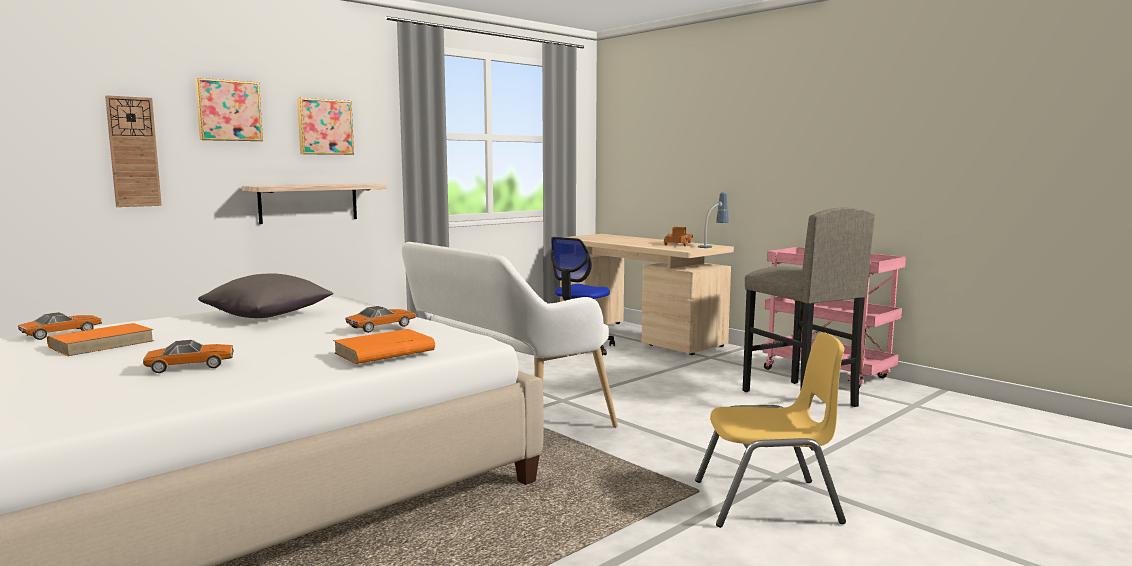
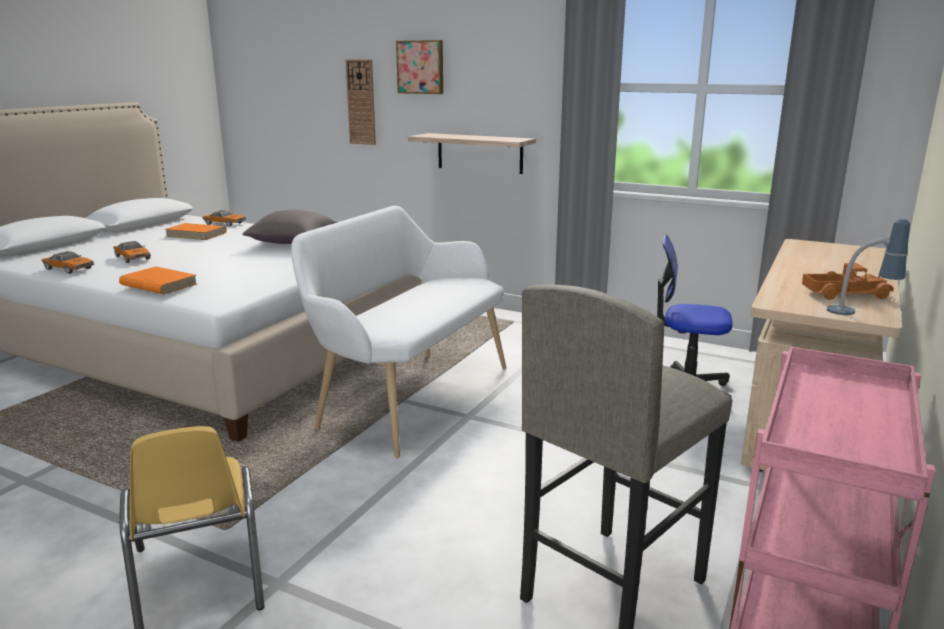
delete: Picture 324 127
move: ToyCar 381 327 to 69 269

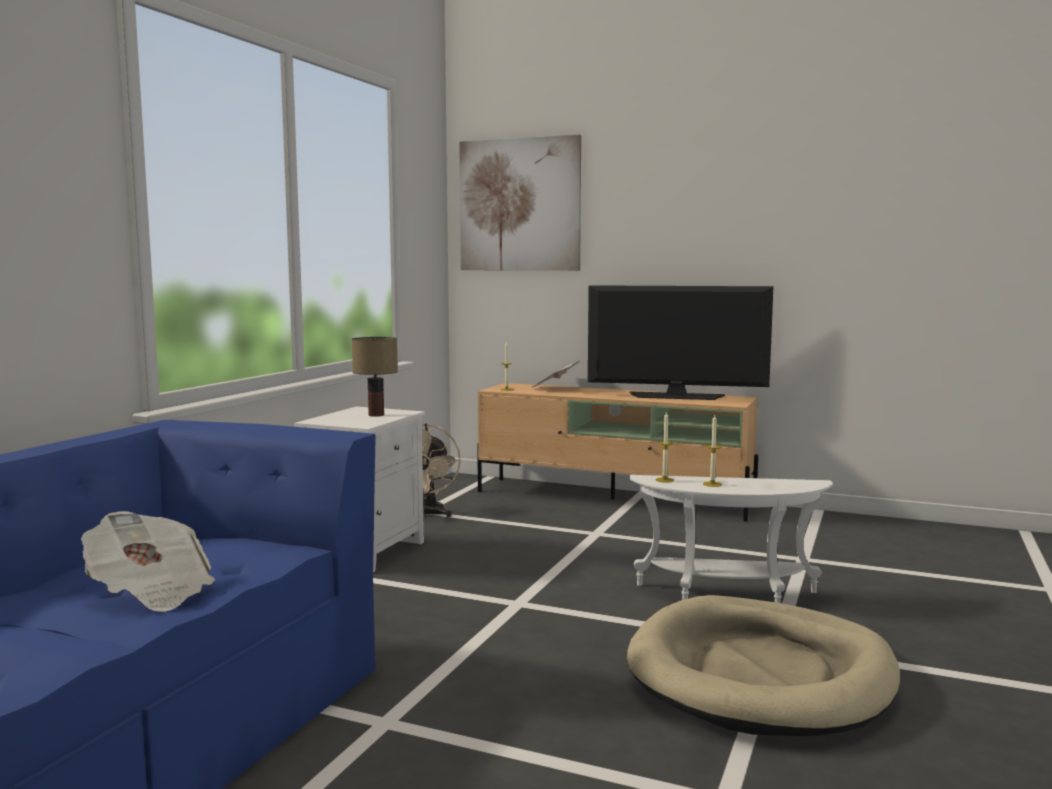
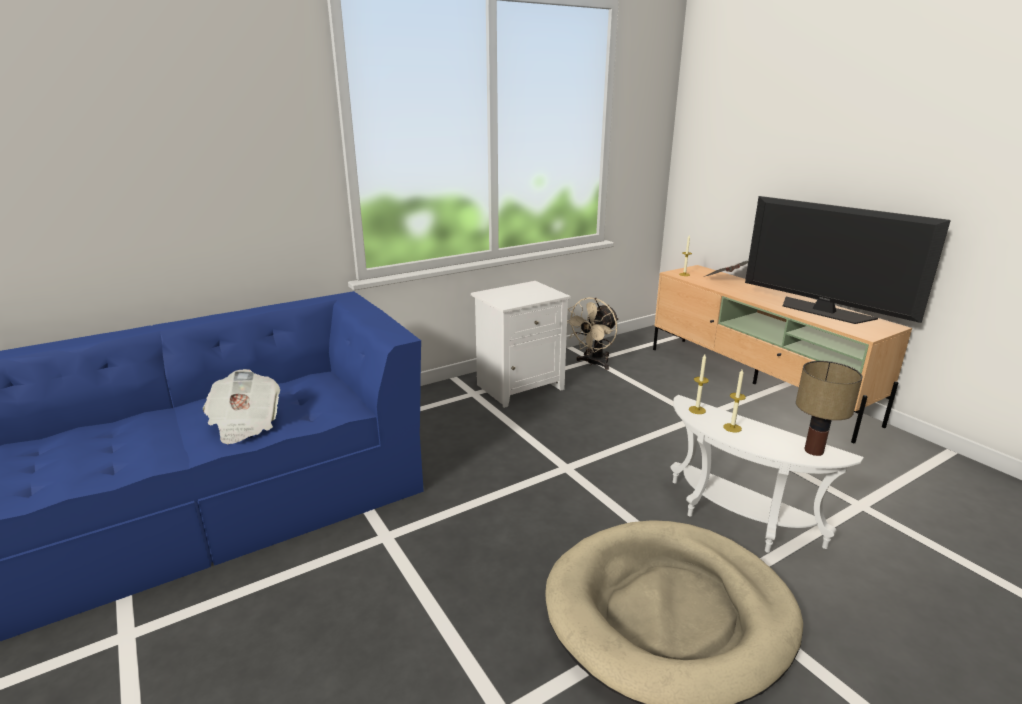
delete: Picture 519 205
move: TableLamp 376 415 to 813 450

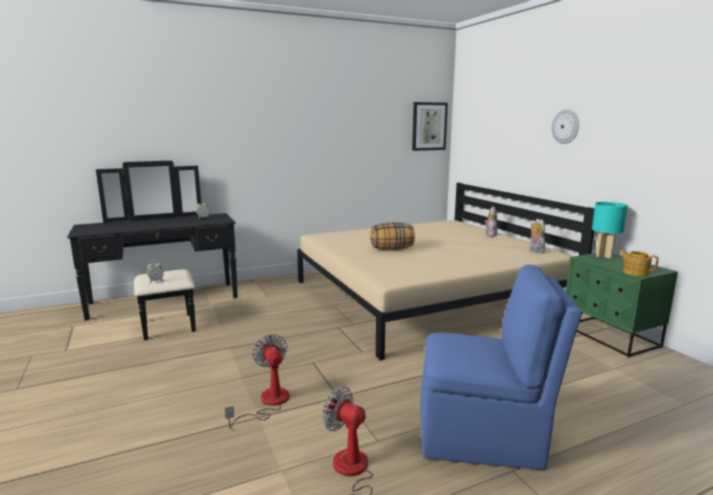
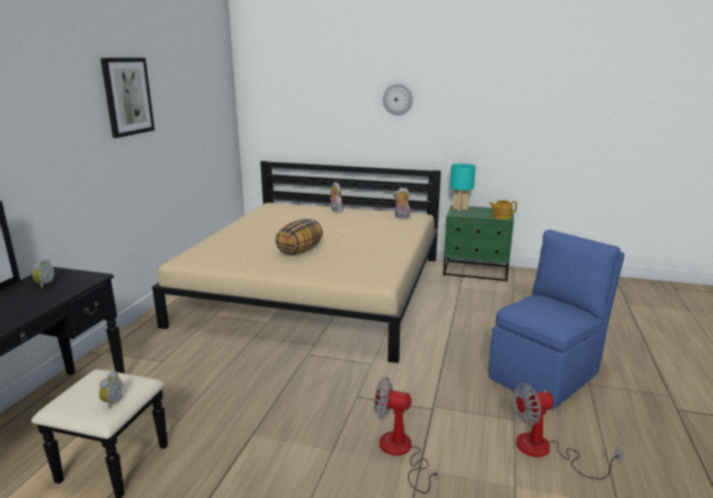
move: Picture 429 126 to 127 96

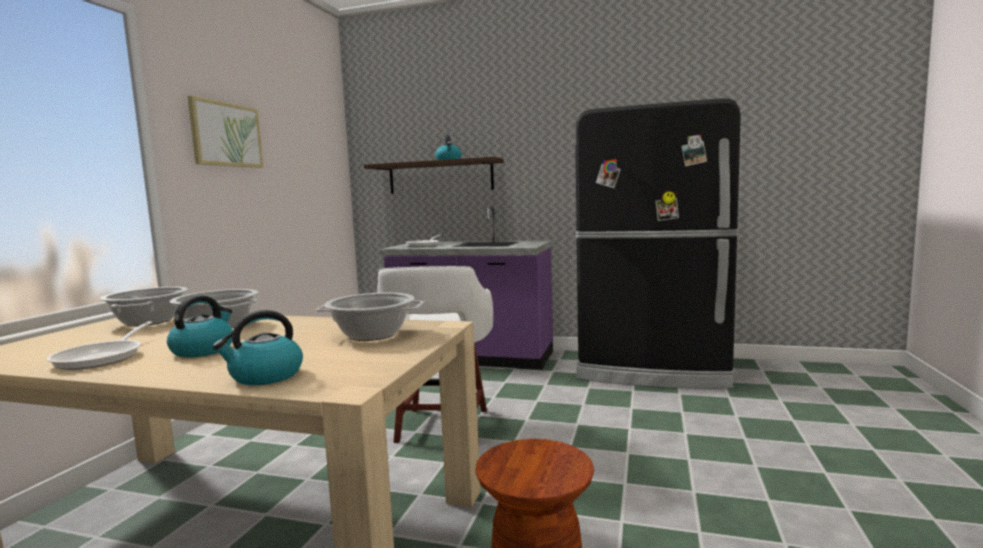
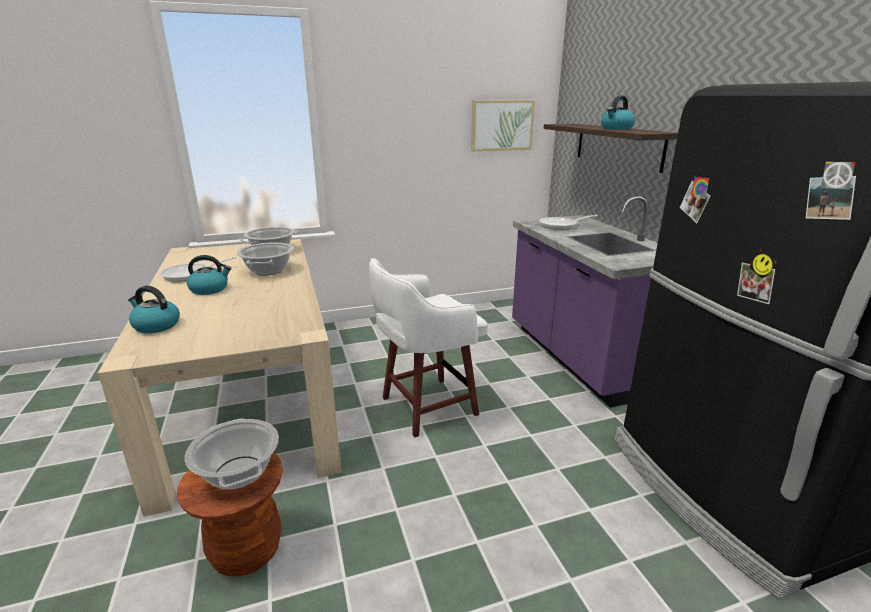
move: Picture 226 134 to 502 125; CookingPot 372 335 to 238 472

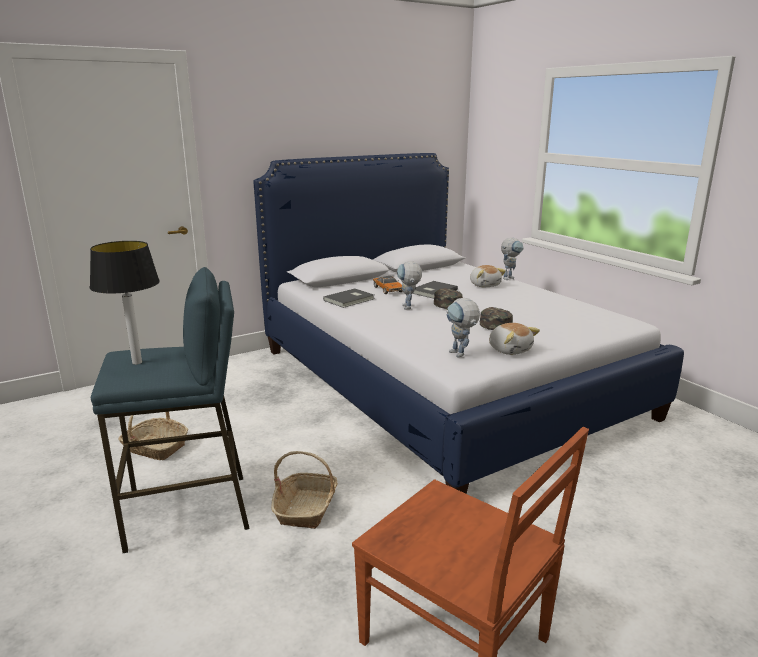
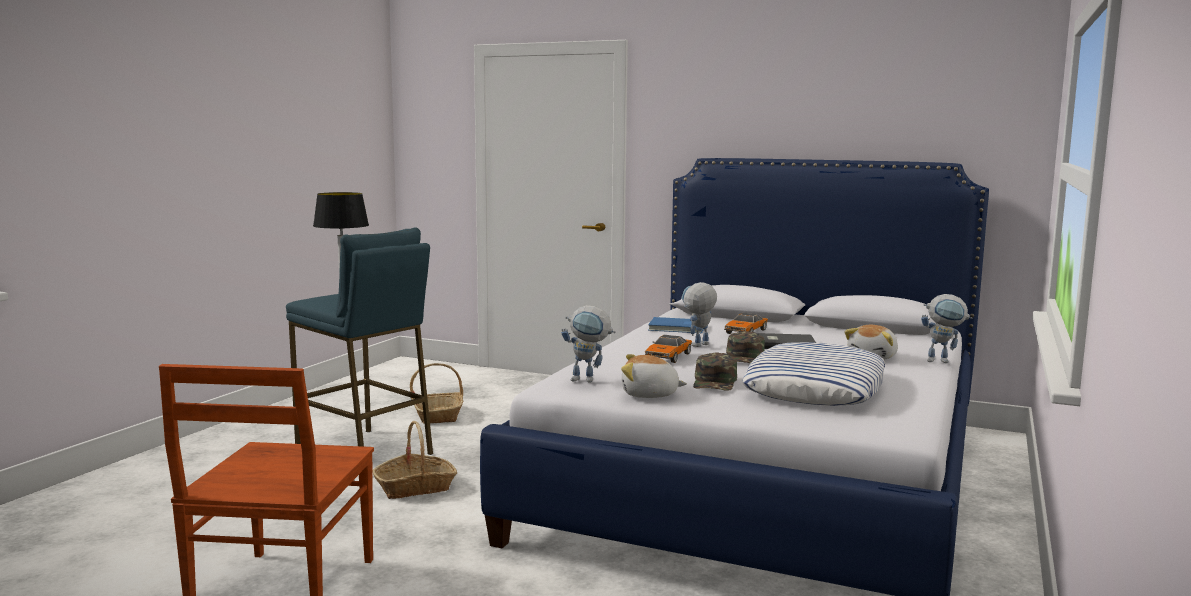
insert: ToyCar 668 357; Pillow 815 387
recolor: GreyBook 350 299 to BlueBook 678 328
rotate: ToyRobot 461 355 = 589 380 105 degrees counterclockwise; PlushToy 510 350 = 649 395 75 degrees clockwise

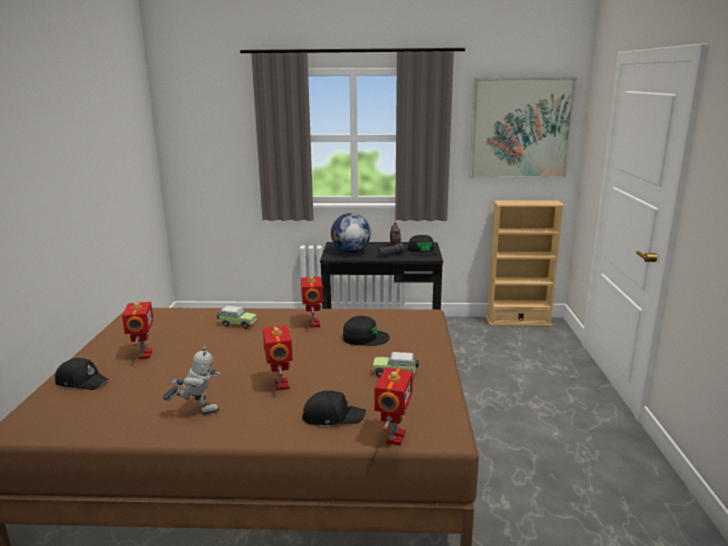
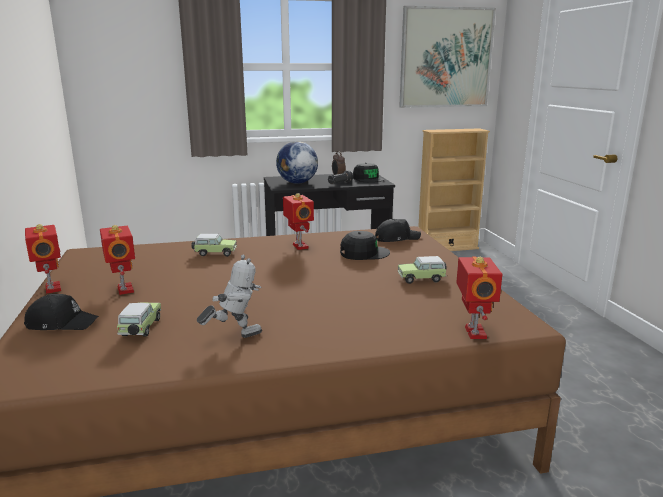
insert: ToyCar 140 329
move: ToyRobot 280 385 to 51 288; BlackCap 332 416 to 396 238

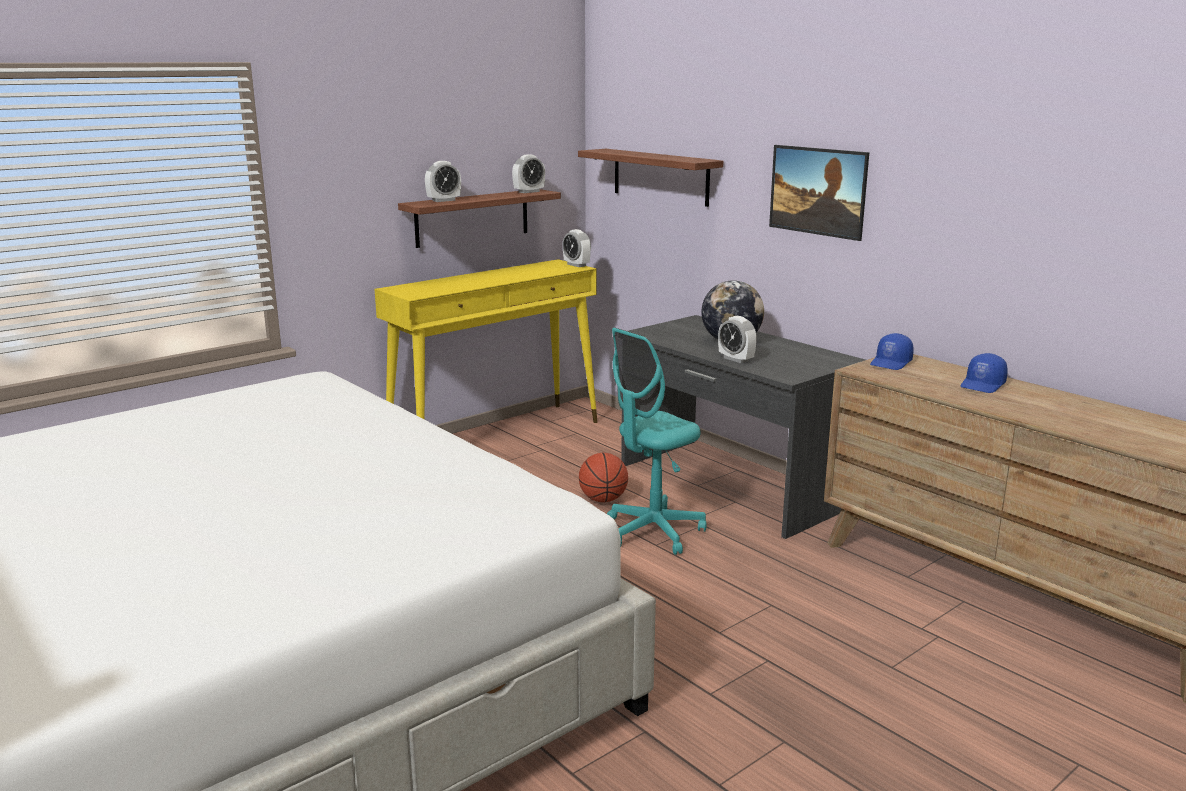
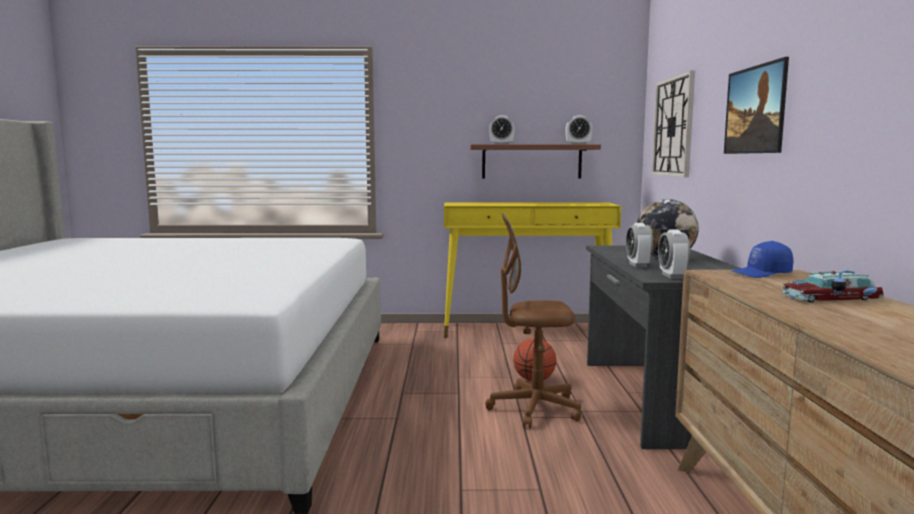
move: AlarmClock 576 265 to 672 276
replace: Shelf 660 176 to WallClock 673 127; BlueCap 983 385 to ToyCar 833 298
recolor: TurquoiseOfficeChair 653 532 to BrownOfficeChair 534 409

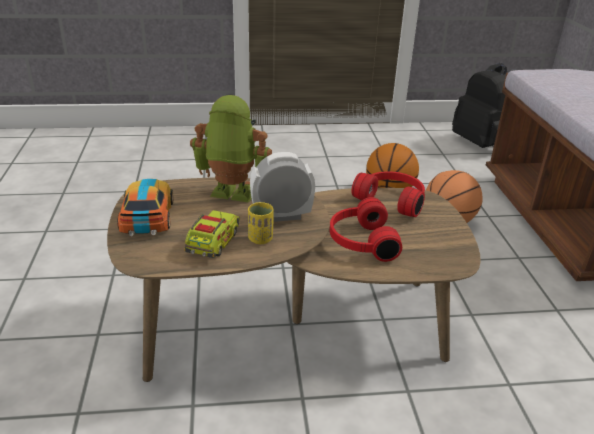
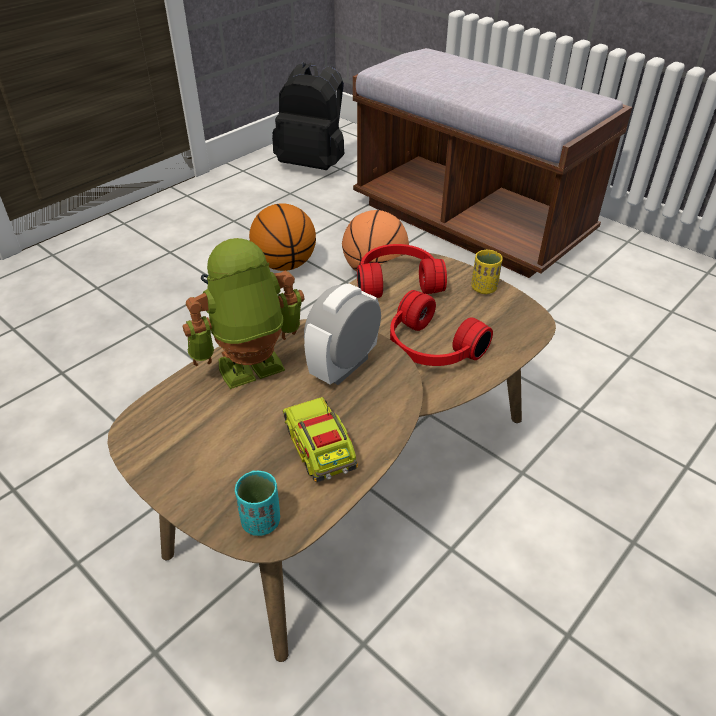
delete: ToyCar 147 215
insert: TurquoiseCup 261 521
move: YellowCup 260 239 to 484 288

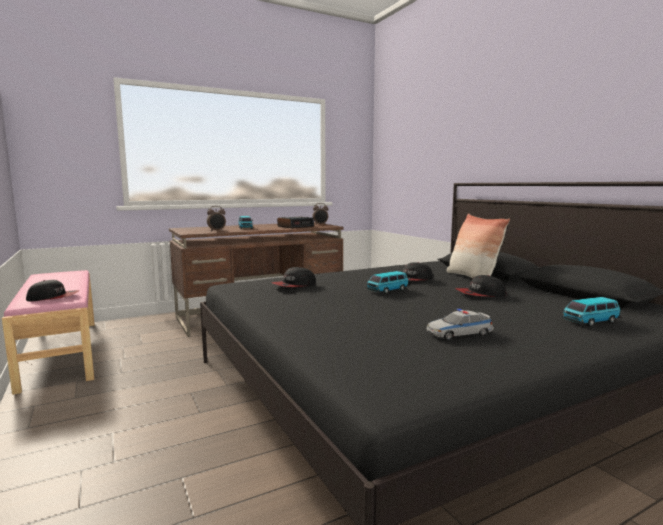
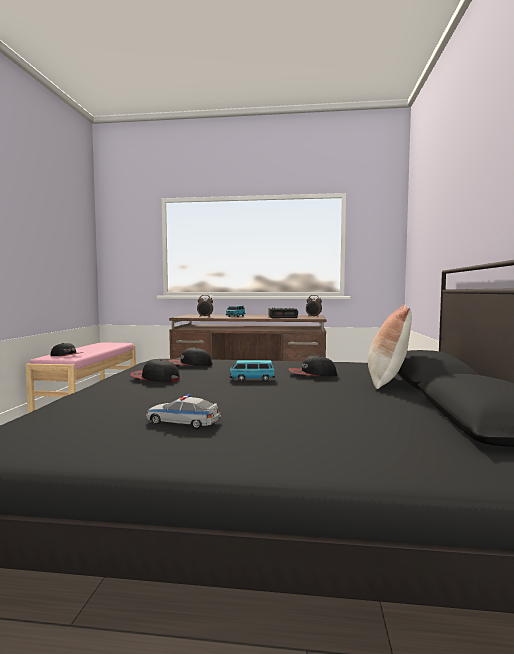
delete: ToyCar 590 321
move: Cap 480 294 to 155 378

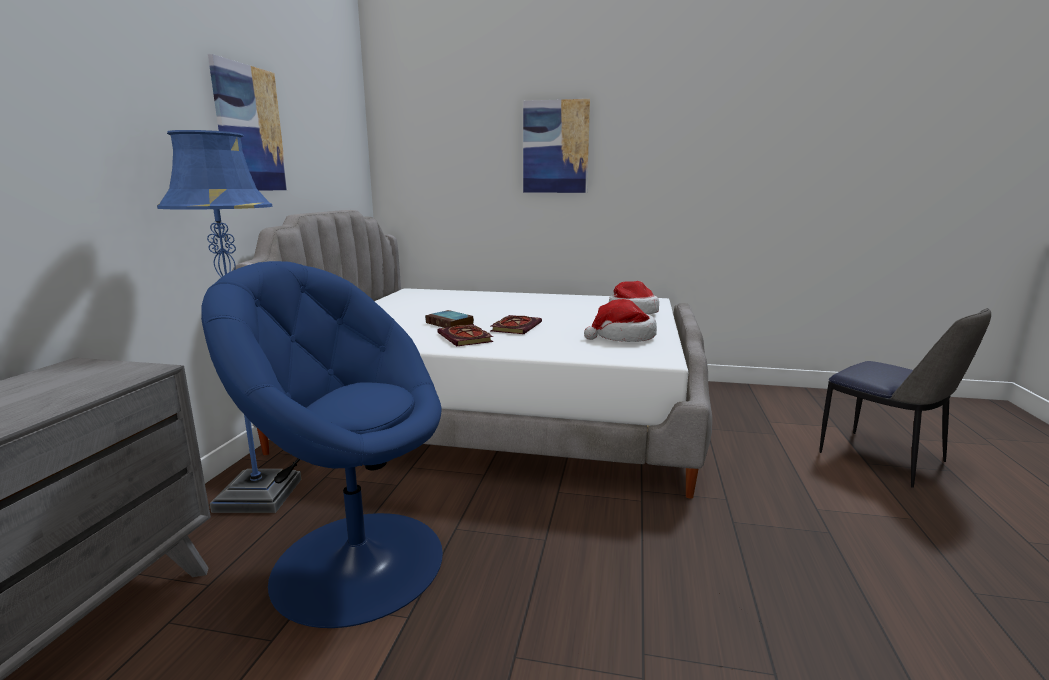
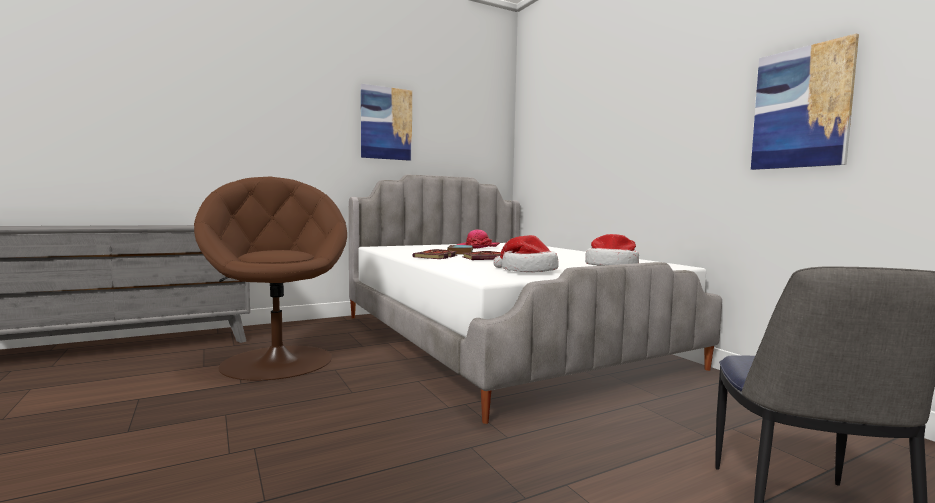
delete: BlueFloorLamp 259 495
insert: Hat 478 247
move: Picture 555 147 to 801 108
recolor: BlueArmchair 356 561 to BrownArmchair 278 361

